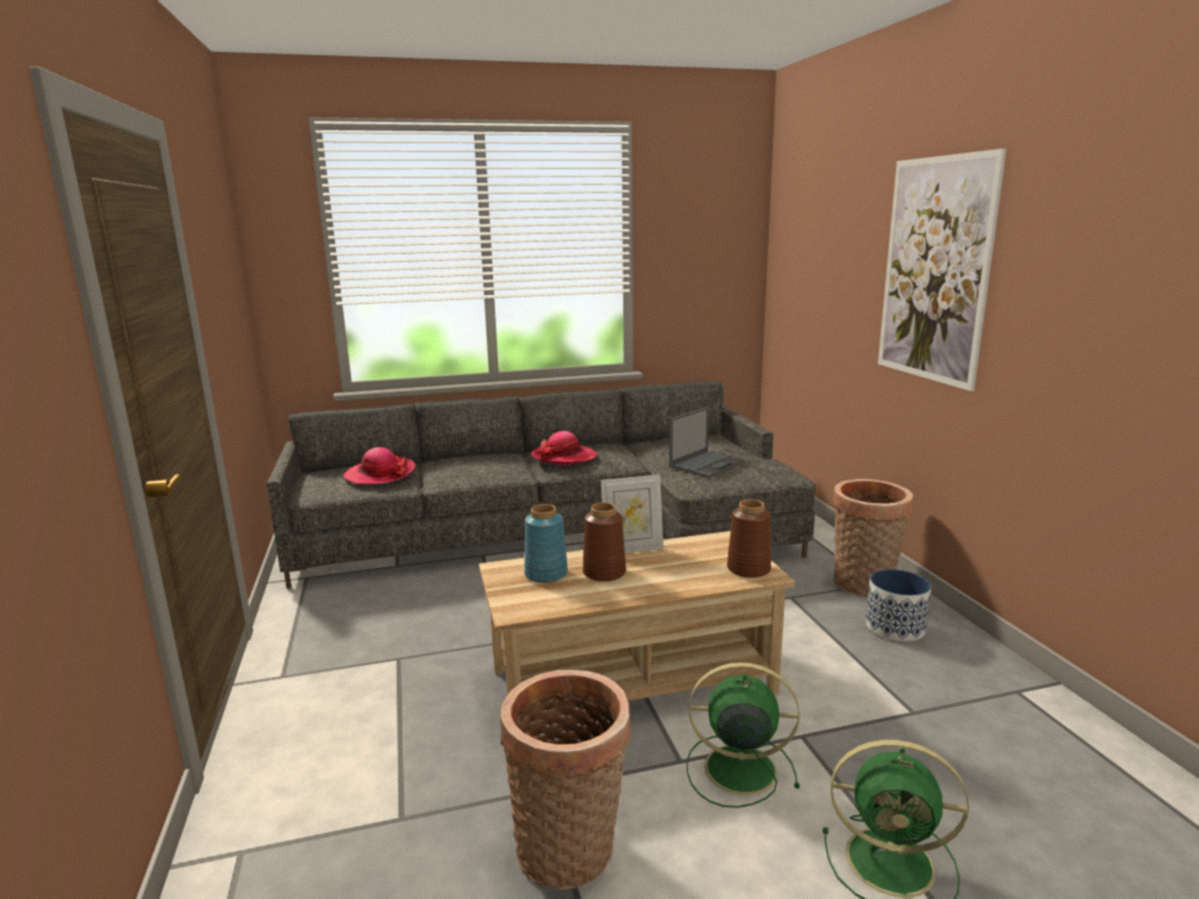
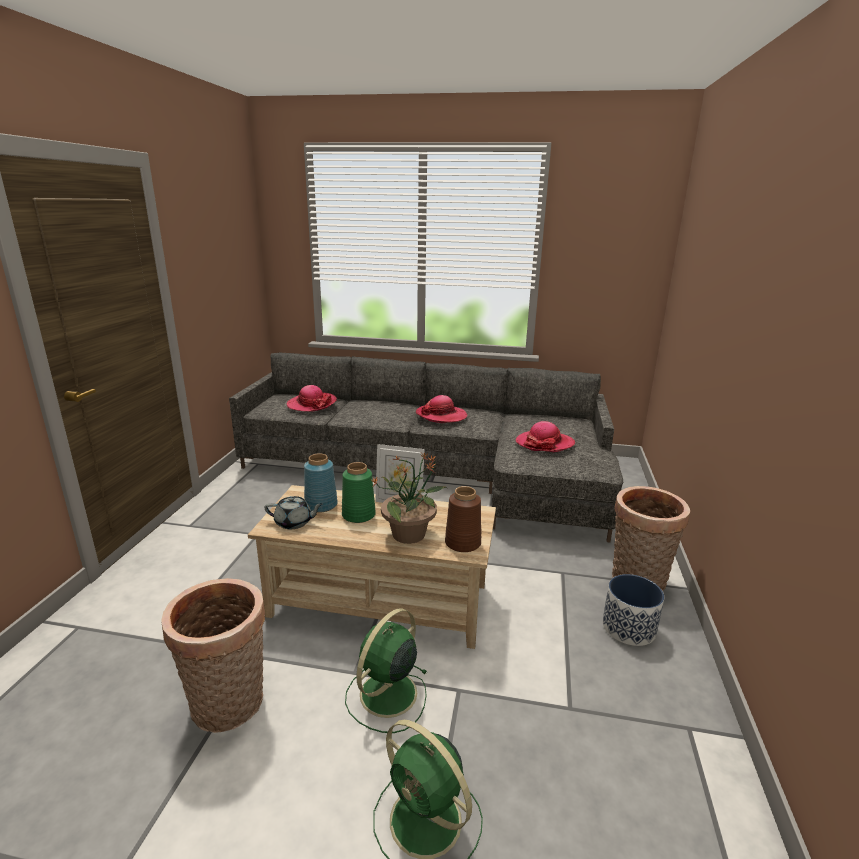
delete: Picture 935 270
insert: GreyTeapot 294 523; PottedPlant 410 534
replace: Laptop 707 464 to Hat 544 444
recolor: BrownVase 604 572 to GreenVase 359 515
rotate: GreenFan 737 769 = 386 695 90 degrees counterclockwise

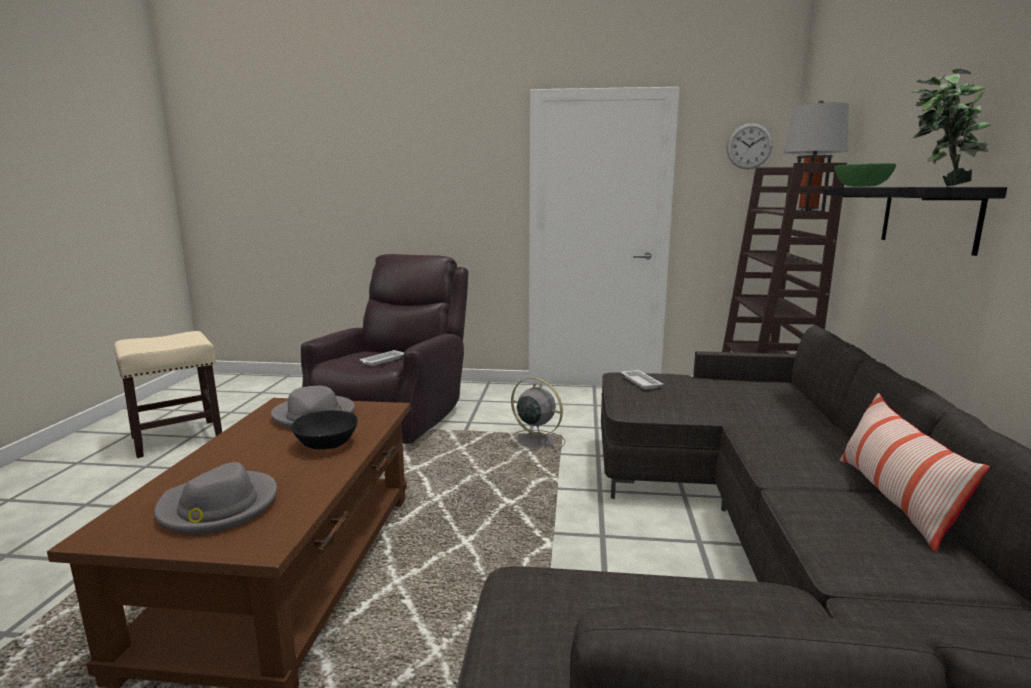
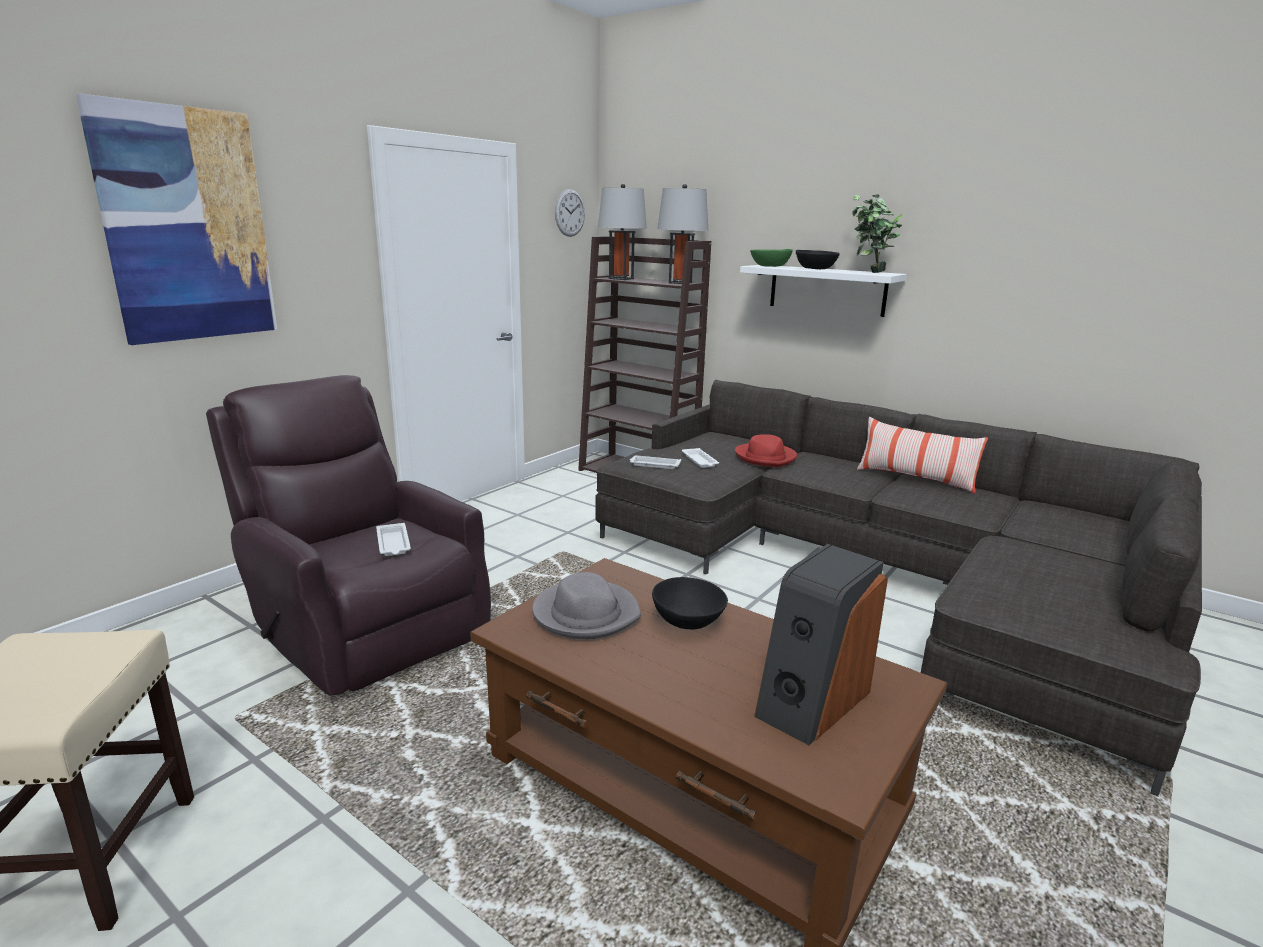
delete: GreyFan 534 441
insert: Picture 186 226; GreyTableLamp 621 279; WhiteTray 700 461; RedHat 766 457; BlackBowl 816 269
replace: GreyHat 218 507 to Speaker 811 702
recolor: BlackShelf 928 217 to WhiteShelf 827 290

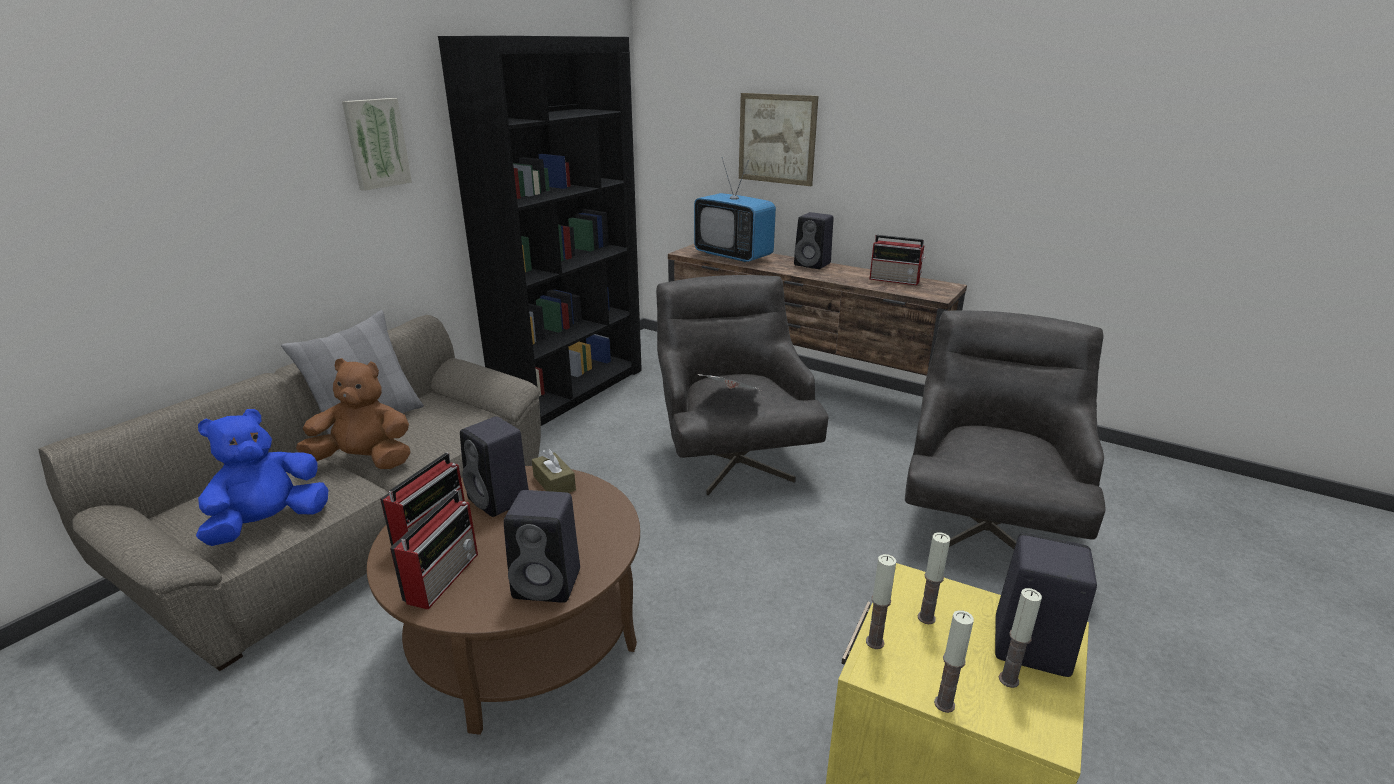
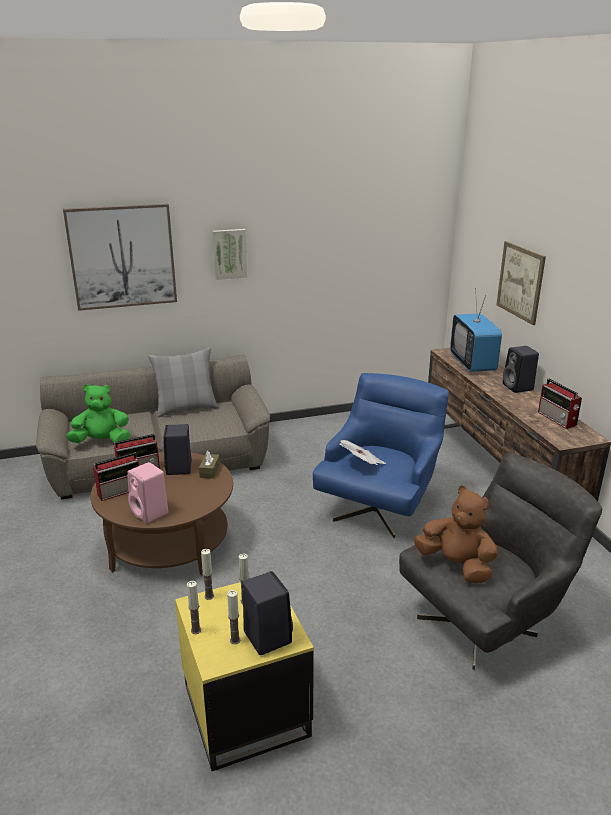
delete: BlackBookcase 571 388
insert: Picture 122 257
move: BrownPlushToy 365 461 to 456 565
recolor: BluePlushToy 270 523 to GreenPlushToy 102 441; BlackSpeaker 549 583 to PinkSpeaker 150 513; GreyArmchair 732 455 to BlueArmchair 380 505

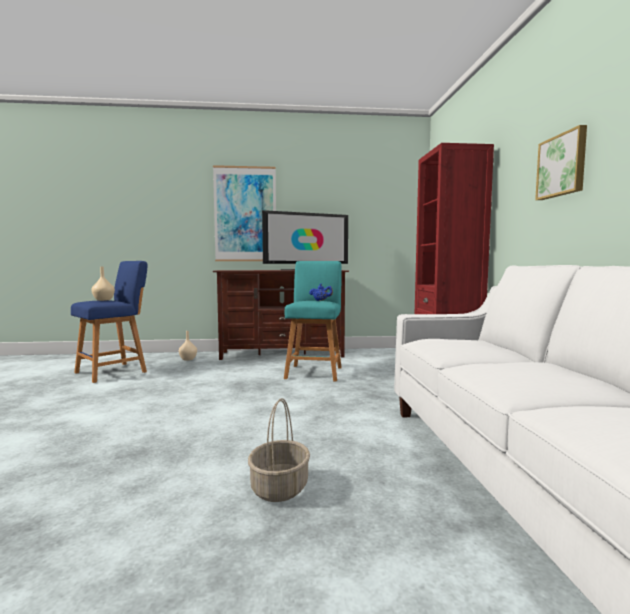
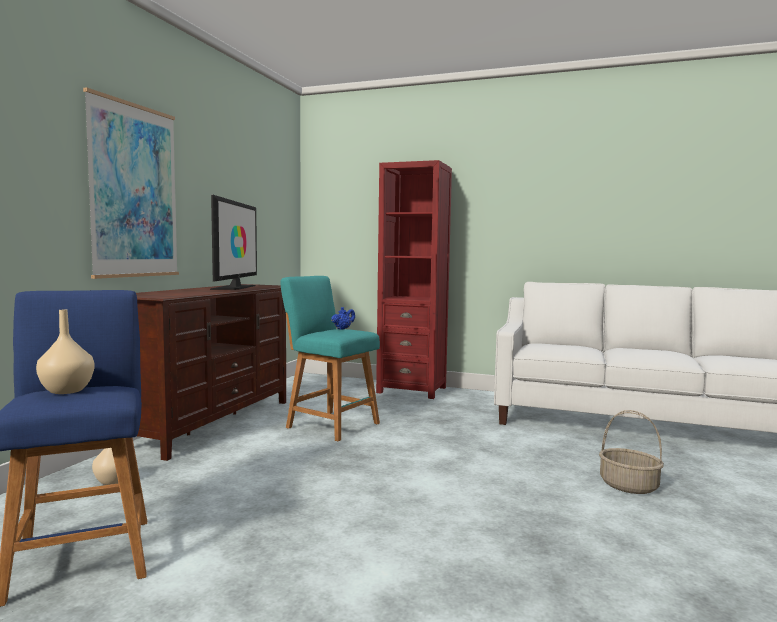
delete: Picture 562 165

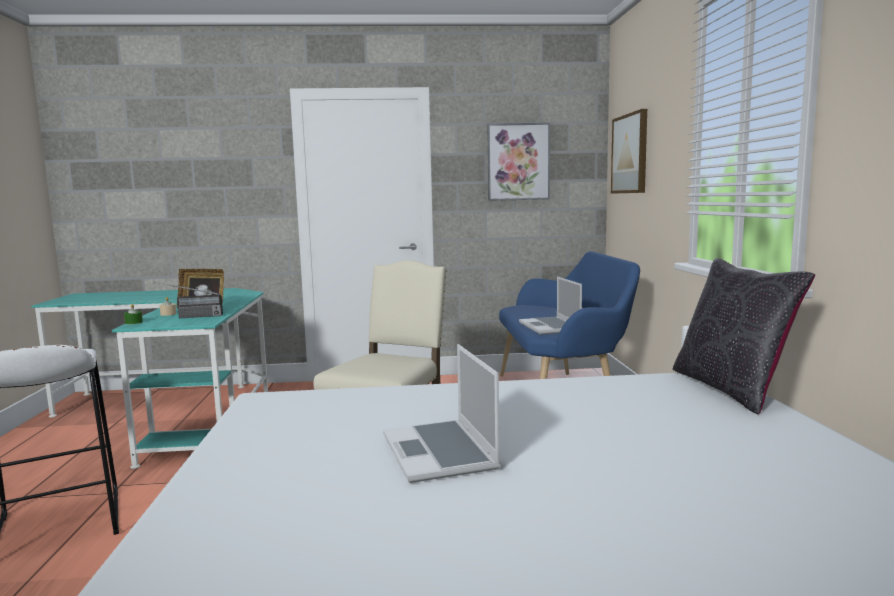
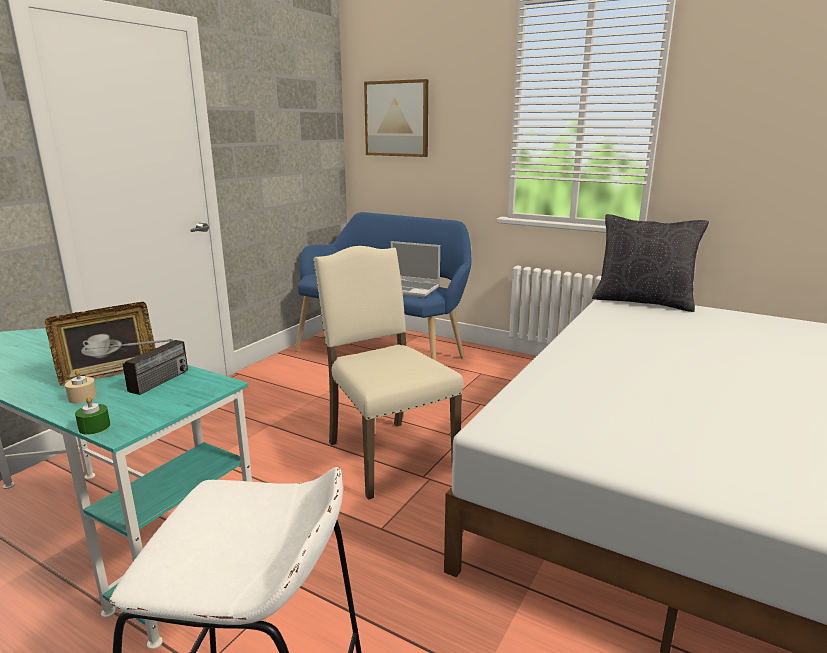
delete: Laptop 441 453; Picture 518 162

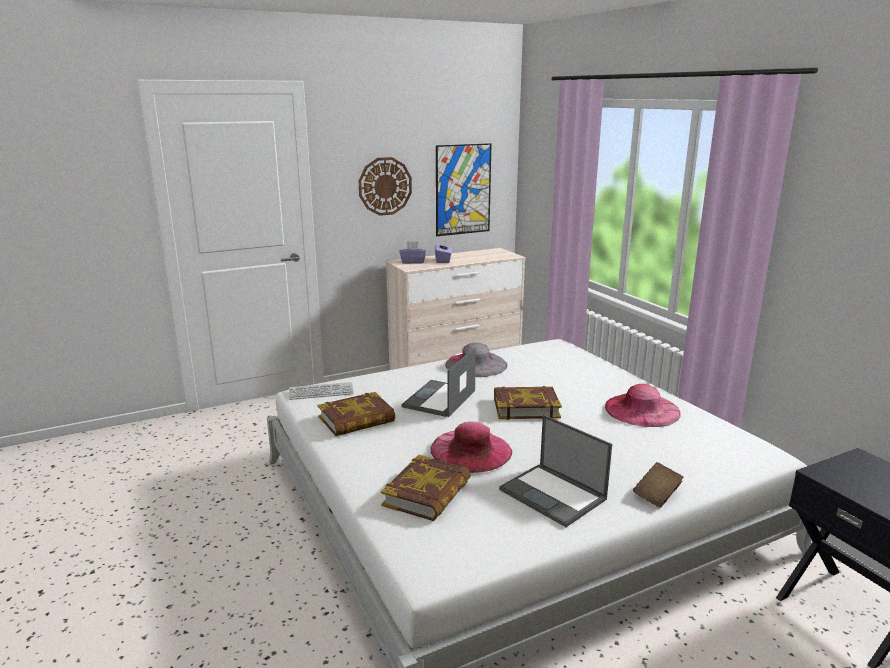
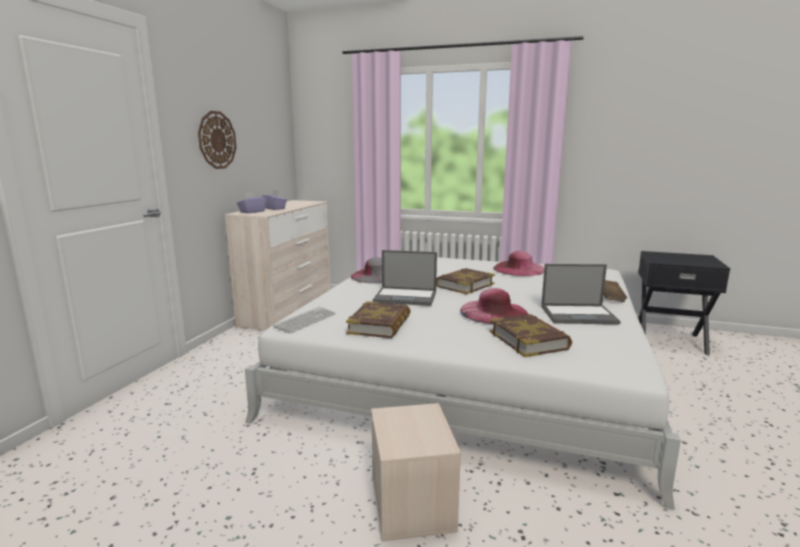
delete: Picture 463 189
insert: BeigeStorageBox 413 504
rotate: Laptop 439 399 = 406 297 60 degrees counterclockwise

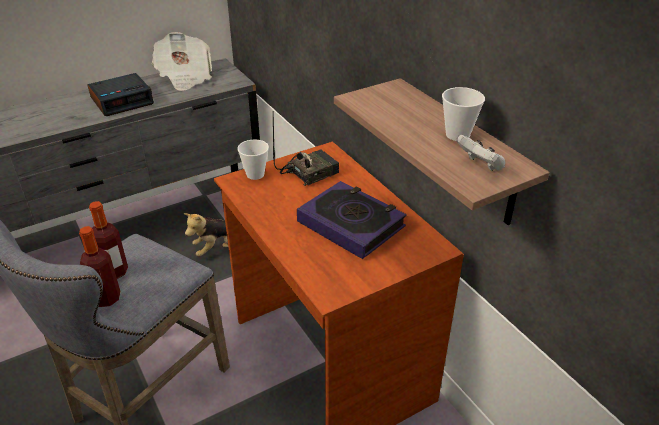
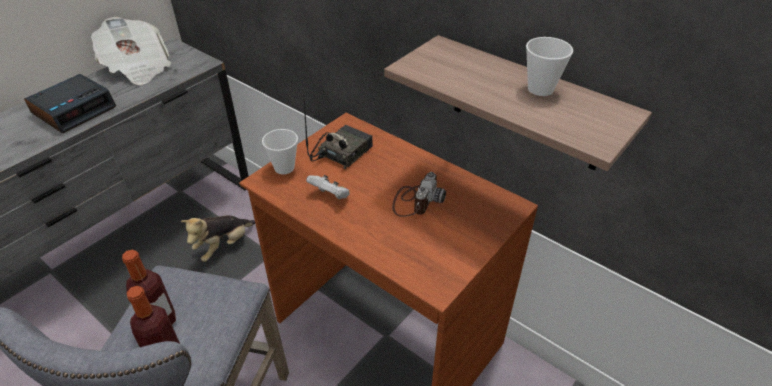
move: WhiteGameController 480 165 to 330 196
replace: Book 351 224 to PhotoCamera 415 201

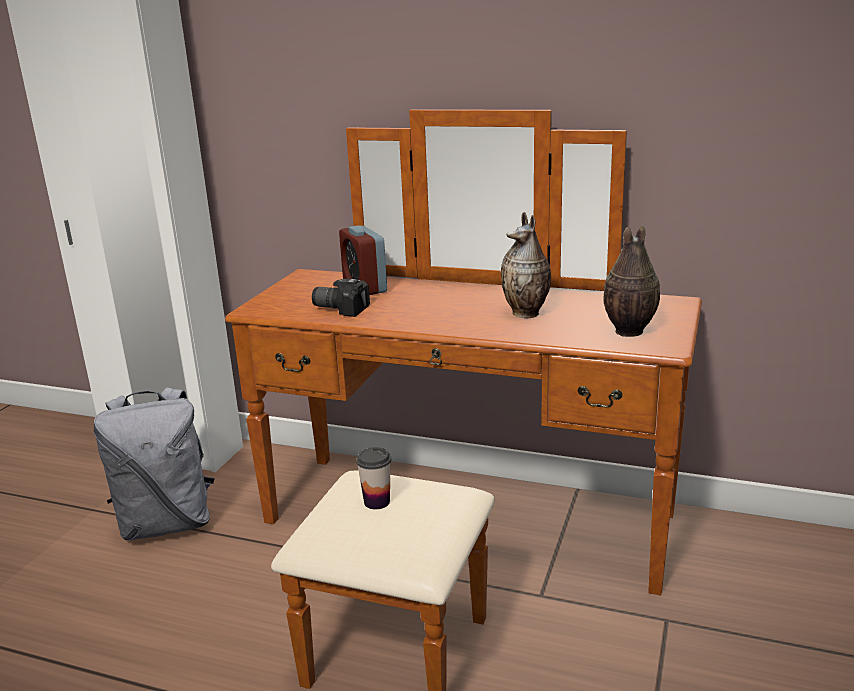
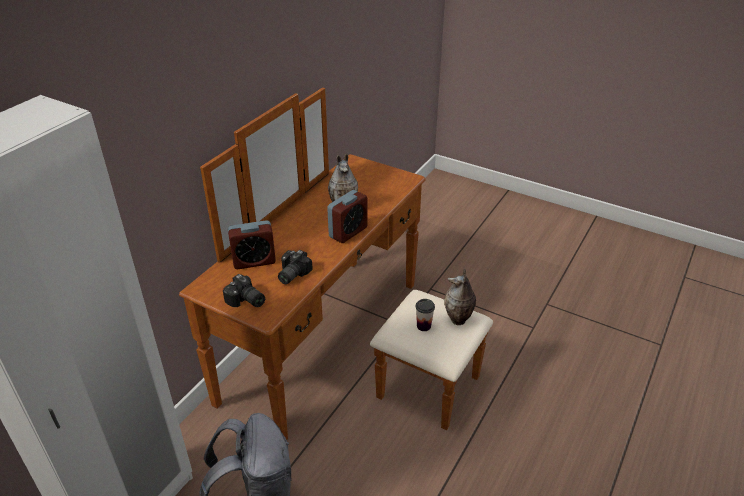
insert: PhotoCamera 246 301; AlarmClock 348 232
move: Vase 628 332 to 458 320

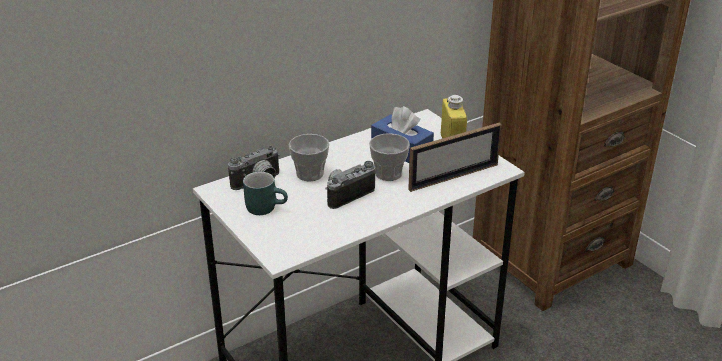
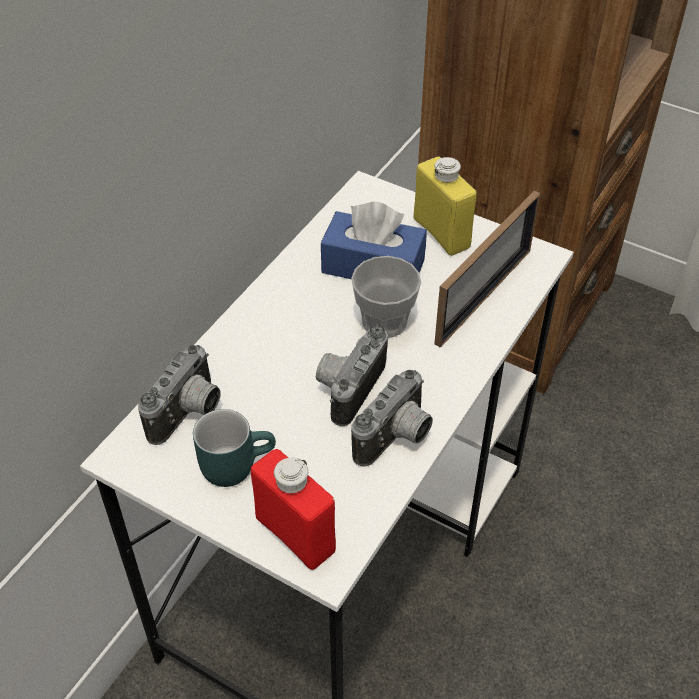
delete: Cup 310 174
insert: RedBottle 295 534; PhotoCamera 397 439

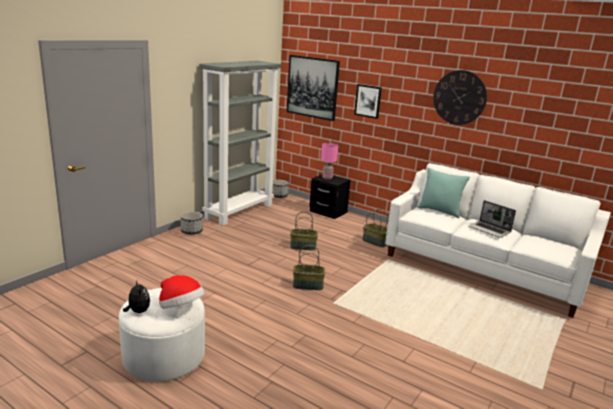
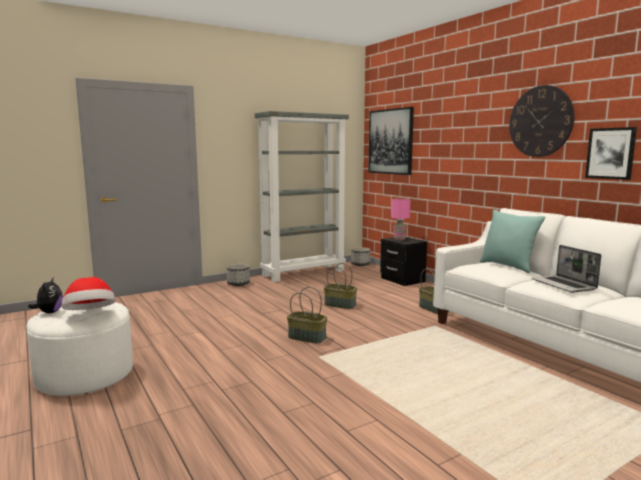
move: Picture 368 101 to 610 153

